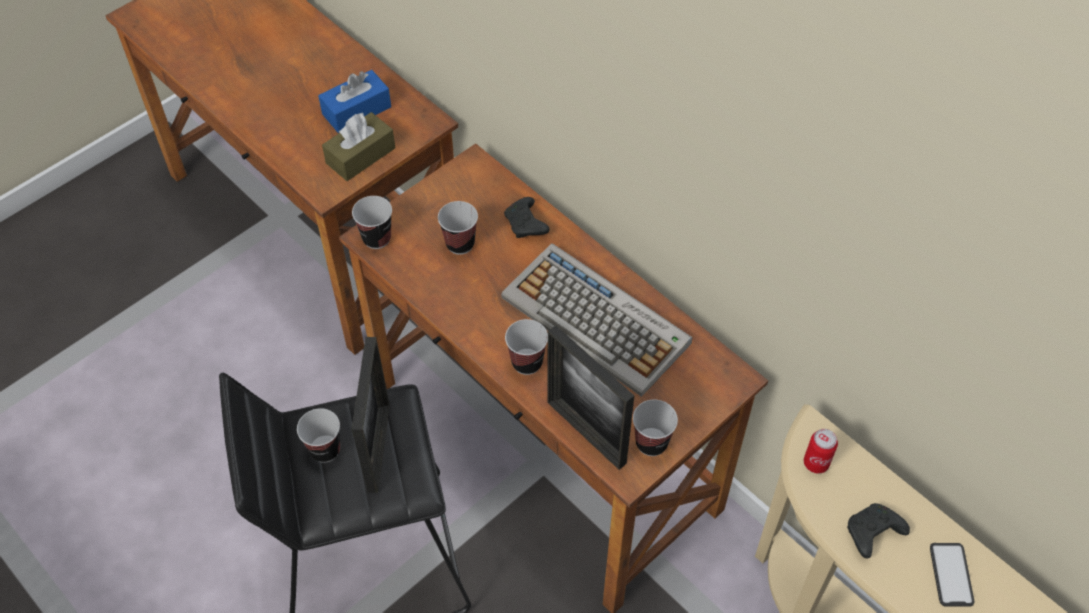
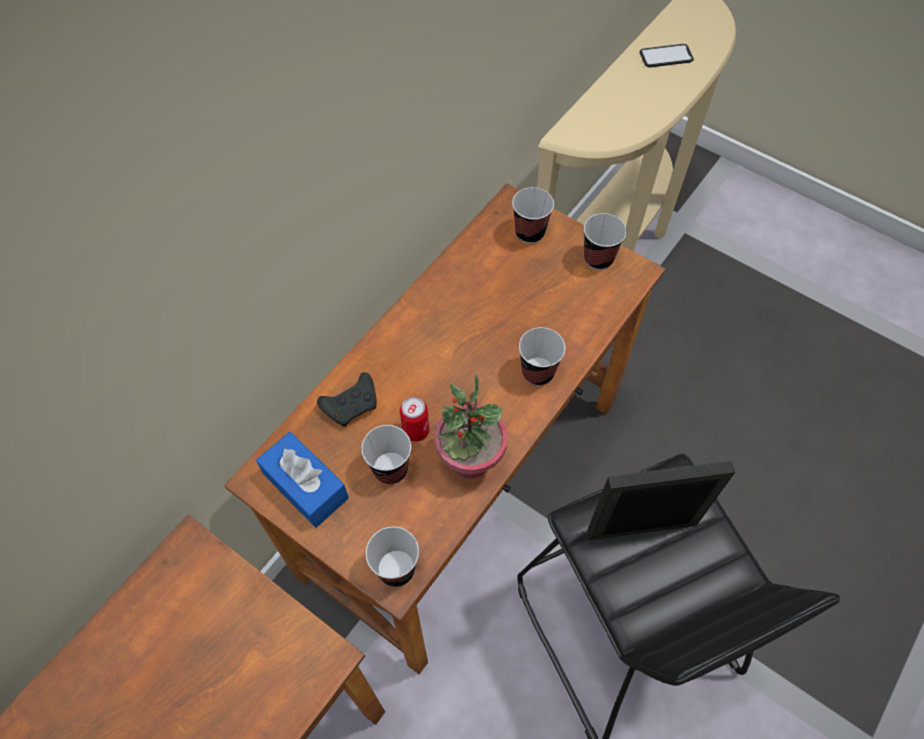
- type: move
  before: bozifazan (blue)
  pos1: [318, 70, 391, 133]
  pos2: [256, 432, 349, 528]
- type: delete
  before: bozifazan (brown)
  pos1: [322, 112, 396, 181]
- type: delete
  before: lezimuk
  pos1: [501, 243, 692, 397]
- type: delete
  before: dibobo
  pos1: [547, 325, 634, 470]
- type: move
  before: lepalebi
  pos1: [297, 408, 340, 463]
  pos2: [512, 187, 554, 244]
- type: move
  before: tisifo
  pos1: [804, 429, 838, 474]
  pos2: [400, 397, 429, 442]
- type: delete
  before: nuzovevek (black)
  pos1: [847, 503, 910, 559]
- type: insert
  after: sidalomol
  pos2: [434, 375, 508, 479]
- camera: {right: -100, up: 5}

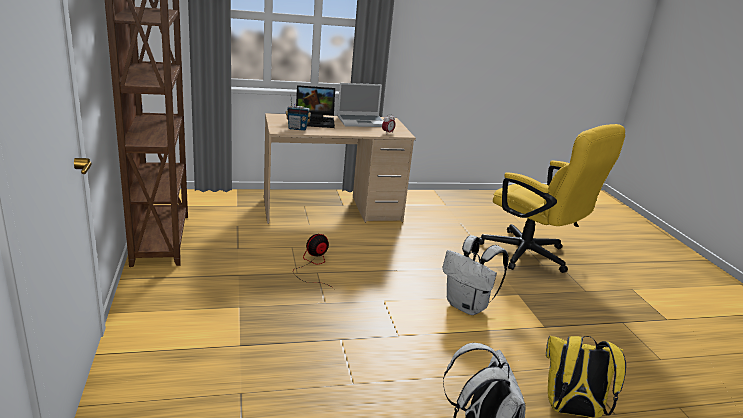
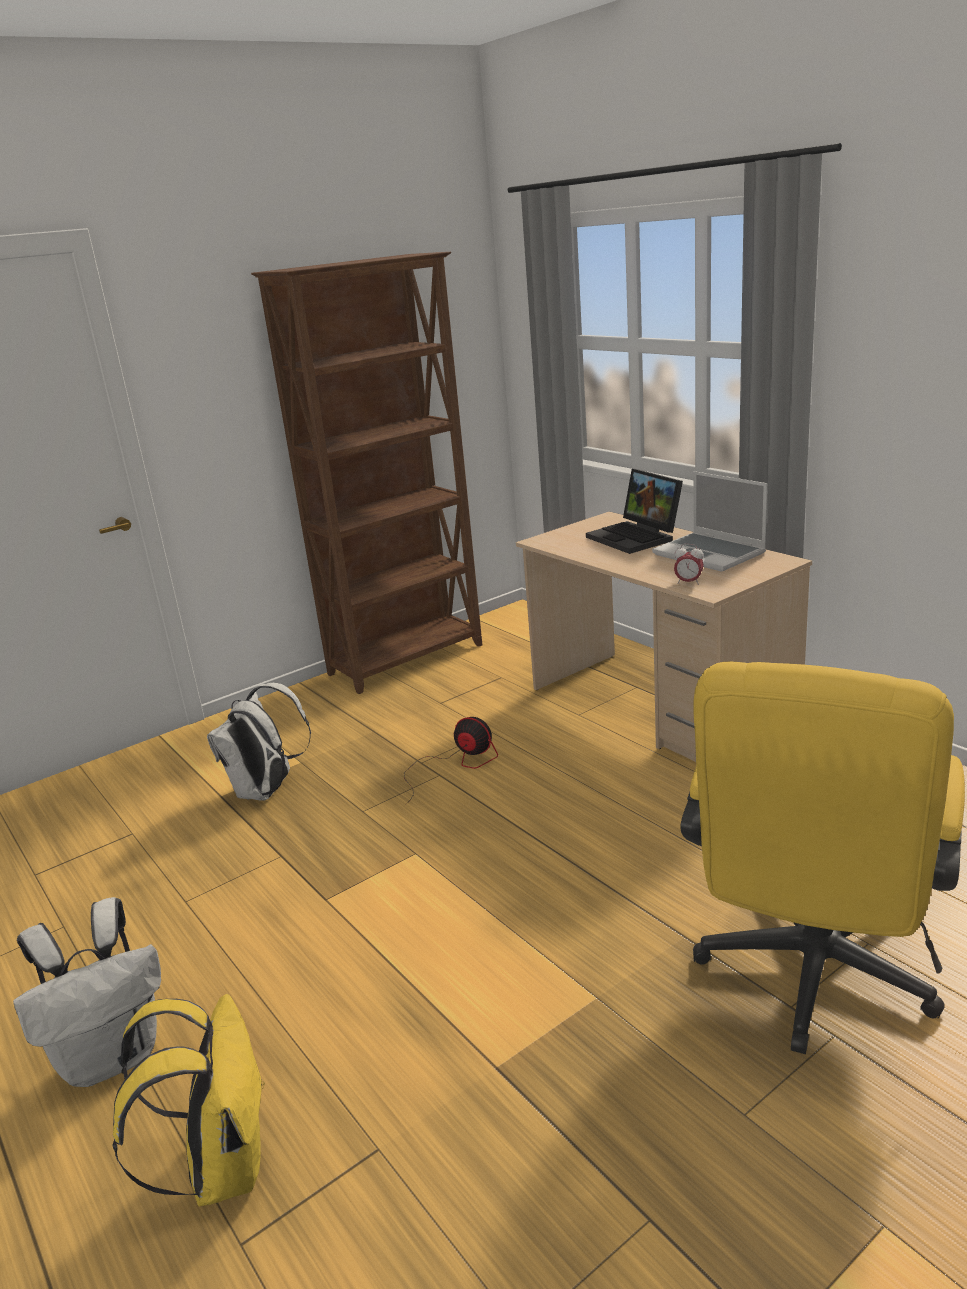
- type: delete
  before: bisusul
  pos1: [285, 95, 311, 131]
- type: move
  before: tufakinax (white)
  pos1: [443, 235, 509, 315]
  pos2: [207, 683, 311, 801]
- camera: {right: 70, up: 0}

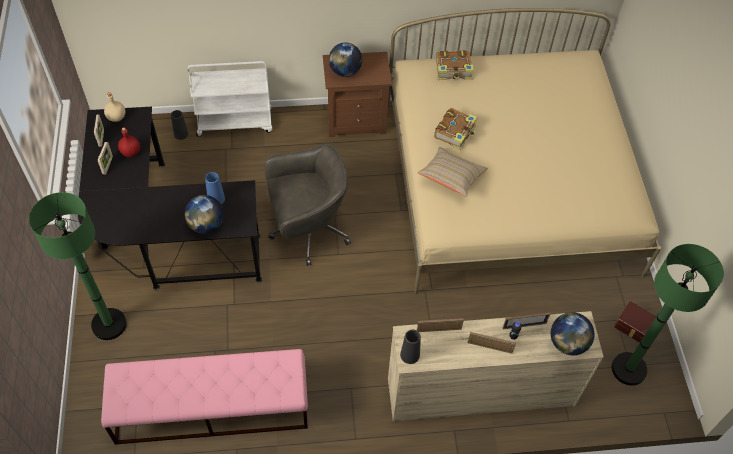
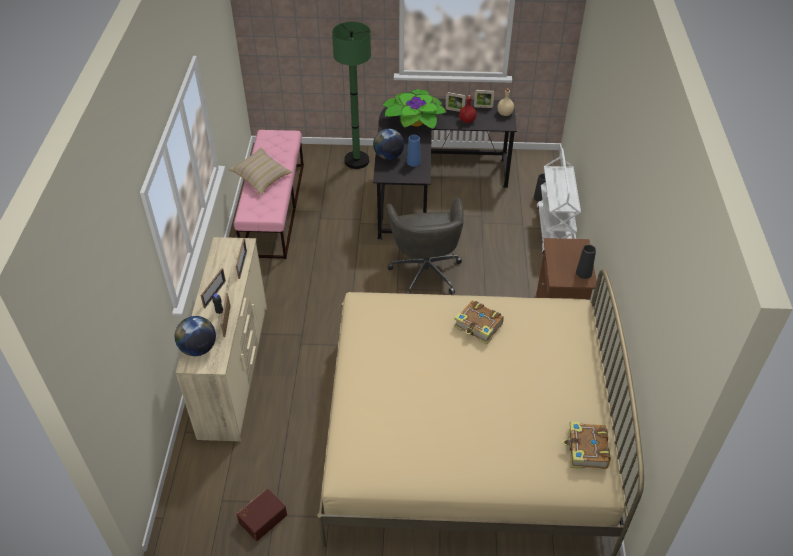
- type: delete
  before: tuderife
  pos1: [329, 43, 362, 77]
- type: move
  before: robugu
  pos1: [436, 50, 474, 80]
  pos2: [563, 421, 611, 469]
- type: move
  before: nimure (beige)
  pos1: [417, 147, 488, 197]
  pos2: [228, 147, 292, 195]
- type: delete
  before: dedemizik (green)
  pos1: [612, 244, 724, 386]
- type: move
  before: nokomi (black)
  pos1: [400, 330, 421, 364]
  pos2: [576, 245, 596, 279]
- type: insert
  after: sidalomol
  pos2: [383, 89, 446, 129]
- camera: {right: 100, up: -10}

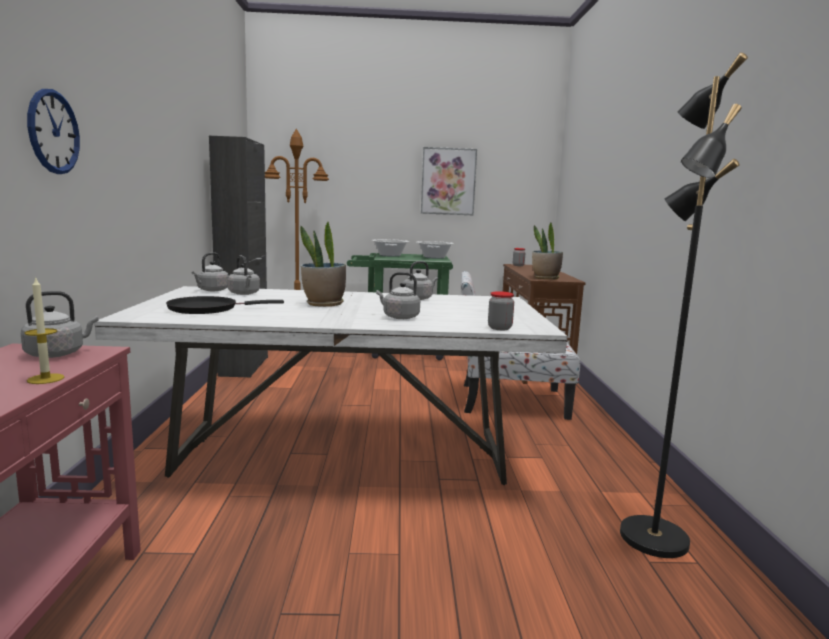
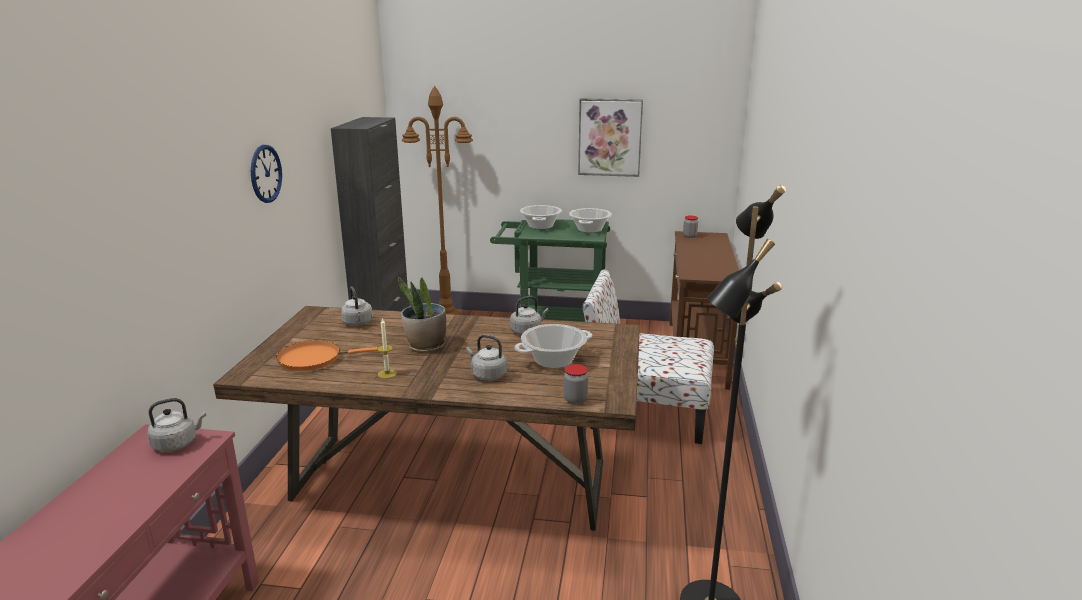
- type: move
  before: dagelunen
  pos1: [27, 89, 80, 174]
  pos2: [251, 145, 282, 203]
- type: delete
  before: sidalomol
  pos1: [532, 223, 563, 280]
- type: delete
  before: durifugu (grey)
  pos1: [192, 252, 229, 291]
- type: move
  before: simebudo
  pos1: [24, 276, 64, 384]
  pos2: [377, 318, 397, 379]
- type: recolor
  before: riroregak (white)
  after: riroregak (brown)
  pos1: [94, 286, 567, 485]
  pos2: [213, 306, 640, 531]
- type: recolor
  before: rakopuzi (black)
  after: rakopuzi (orange)
  pos1: [166, 296, 284, 314]
  pos2: [276, 340, 378, 371]
- type: insert
  after: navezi
  pos2: [514, 324, 592, 368]
- camera: {right: 10, up: 10}

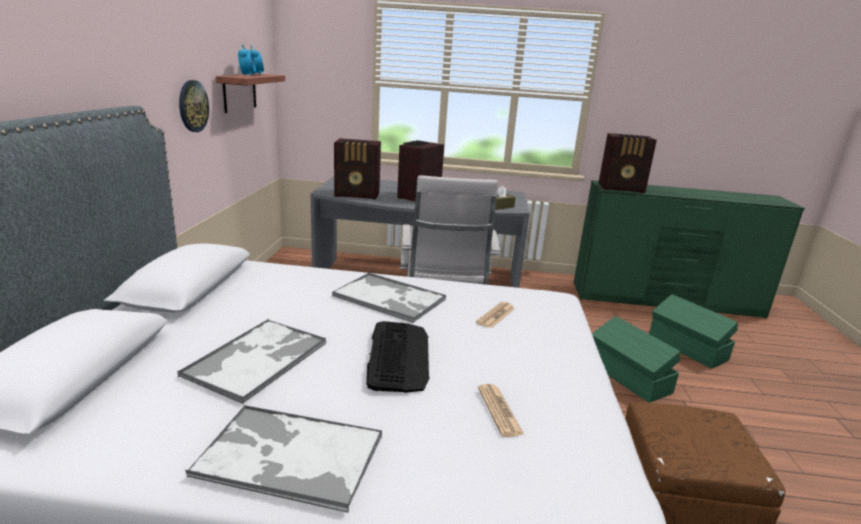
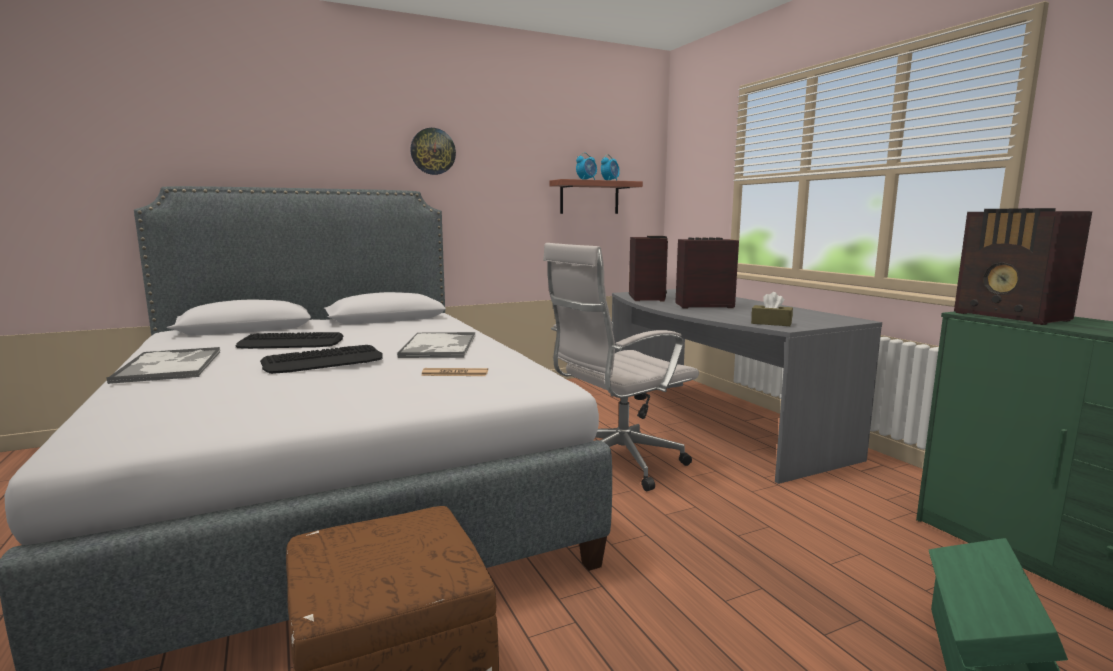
- type: move
  before: dagelunen
  pos1: [179, 80, 209, 132]
  pos2: [410, 128, 456, 175]
- type: rotate
  before: bisusul
  pos1: [334, 138, 381, 200]
  pos2: [629, 236, 668, 301]
  turn: -150
- type: delete
  before: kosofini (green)
  pos1: [592, 316, 681, 403]
- type: replace
  before: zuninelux
  after: lezimuk
  pos1: [177, 319, 327, 404]
  pos2: [236, 332, 344, 349]
- type: delete
  before: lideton
  pos1: [478, 384, 524, 437]
- camera: {right: 60, up: -10}

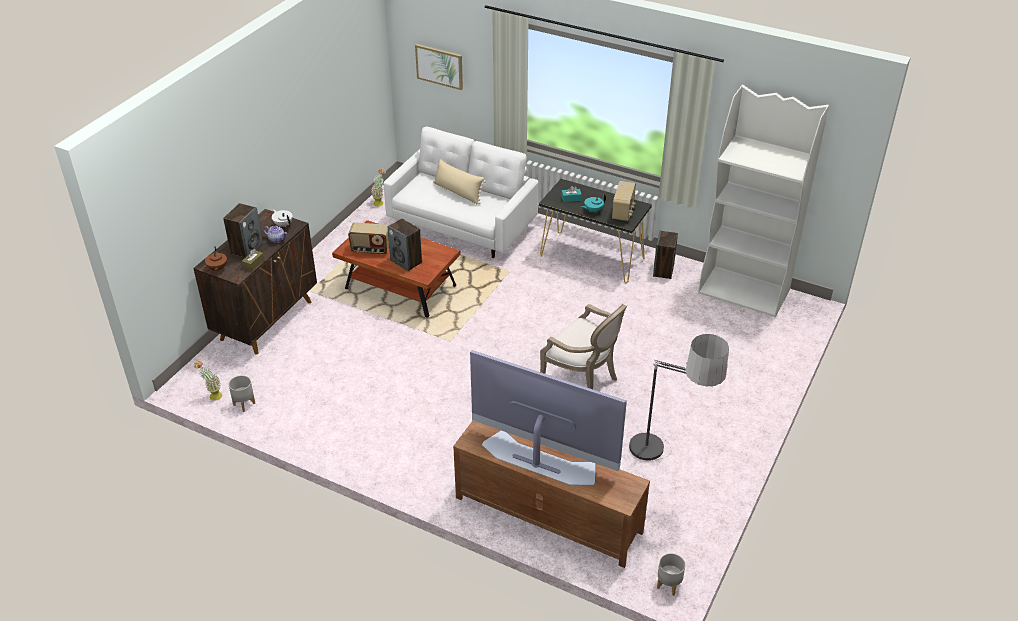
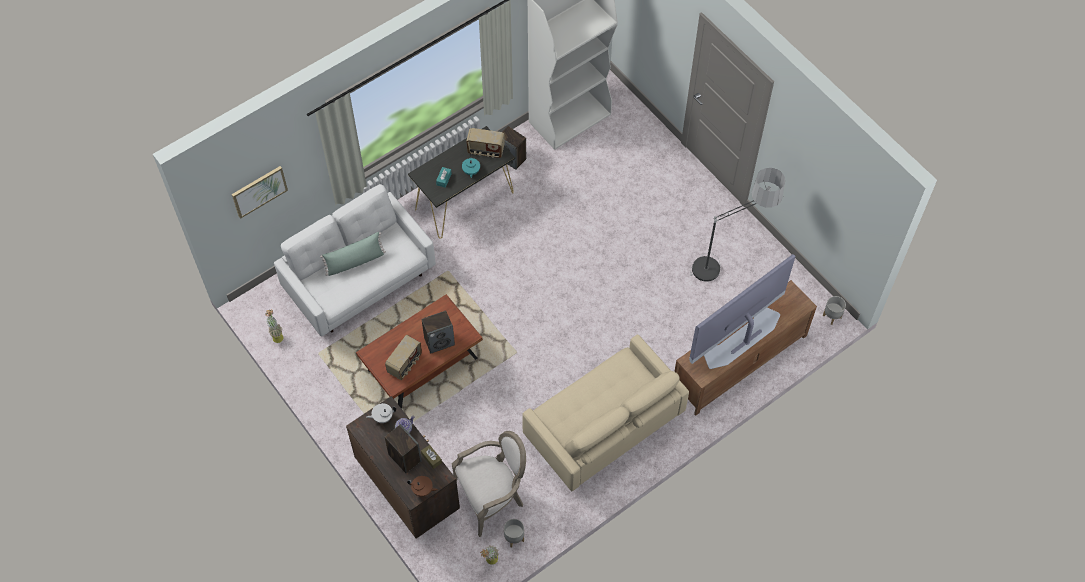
- type: recolor
  before: nimure (beige)
  after: nimure (green)
  pos1: [433, 159, 486, 204]
  pos2: [320, 232, 386, 276]
- type: rotate
  before: bisusul
  pos1: [612, 181, 636, 221]
  pos2: [466, 128, 505, 158]
  turn: 150
- type: move
  before: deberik
  pos1: [540, 304, 627, 390]
  pos2: [452, 431, 526, 537]
- type: insert
  after: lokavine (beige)
  pos2: [522, 335, 689, 491]
- camera: {right: -65, up: 20}

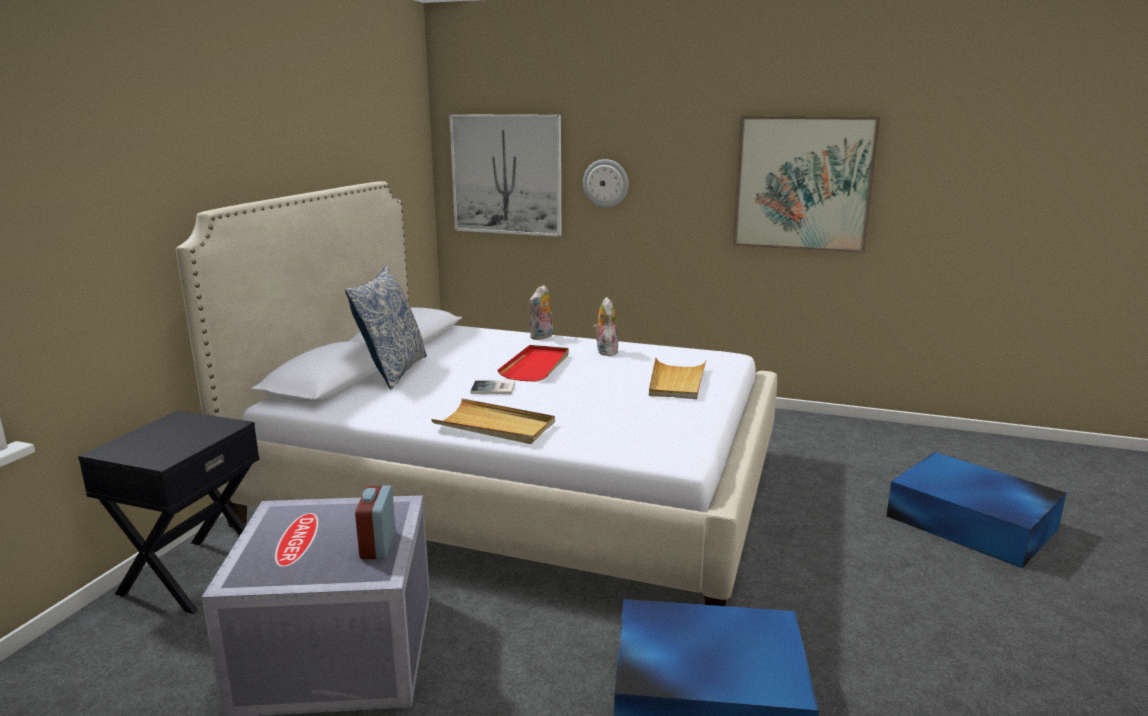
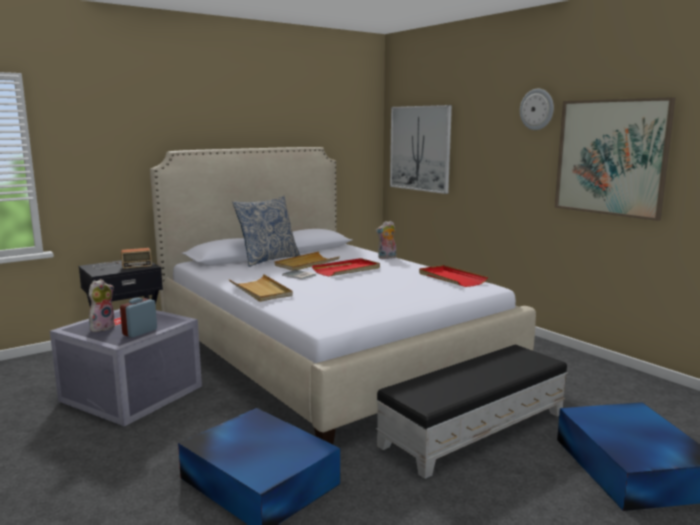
- type: move
  before: dagelunen
  pos1: [583, 159, 628, 207]
  pos2: [520, 89, 554, 130]
- type: move
  before: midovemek
  pos1: [593, 297, 618, 356]
  pos2: [89, 279, 115, 332]
- type: move
  before: zuninelux (beige)
  pos1: [649, 357, 706, 399]
  pos2: [274, 252, 340, 271]
- type: insert
  after: bisusul
  pos2: [93, 248, 152, 269]
- type: insert
  after: zuninelux (red)
  pos2: [419, 265, 488, 287]
- type: insert
  after: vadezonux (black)
  pos2: [376, 345, 568, 479]
- camera: {right: 35, up: -5}

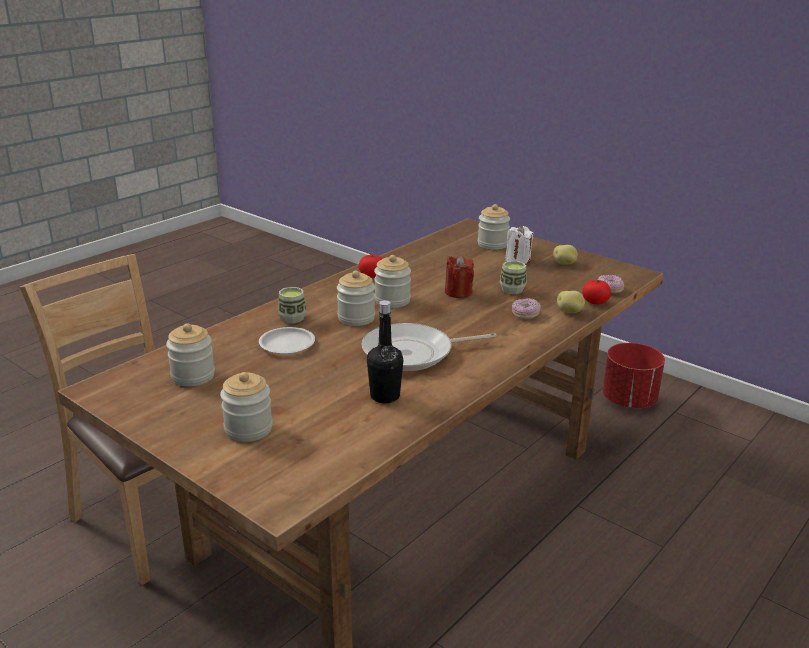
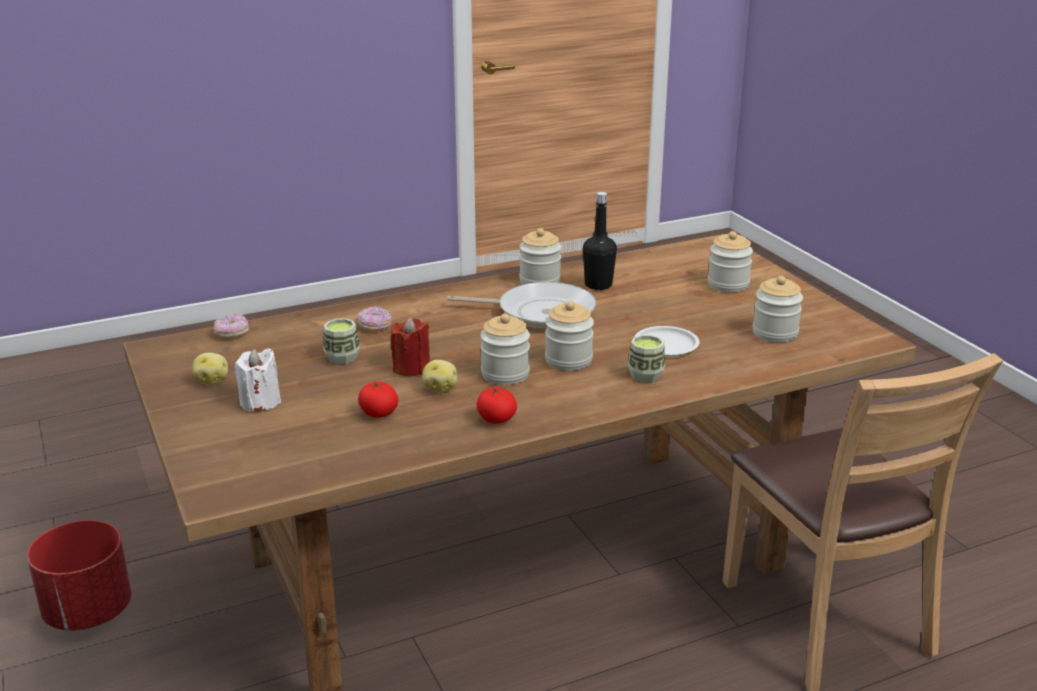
- type: move
  before: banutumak
  pos1: [478, 204, 510, 250]
  pos2: [519, 228, 561, 285]
- type: move
  before: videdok
  pos1: [582, 280, 611, 304]
  pos2: [358, 381, 398, 418]
- type: move
  before: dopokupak
  pos1: [557, 291, 585, 313]
  pos2: [422, 360, 457, 393]
- camera: {right: -155, up: 0}

